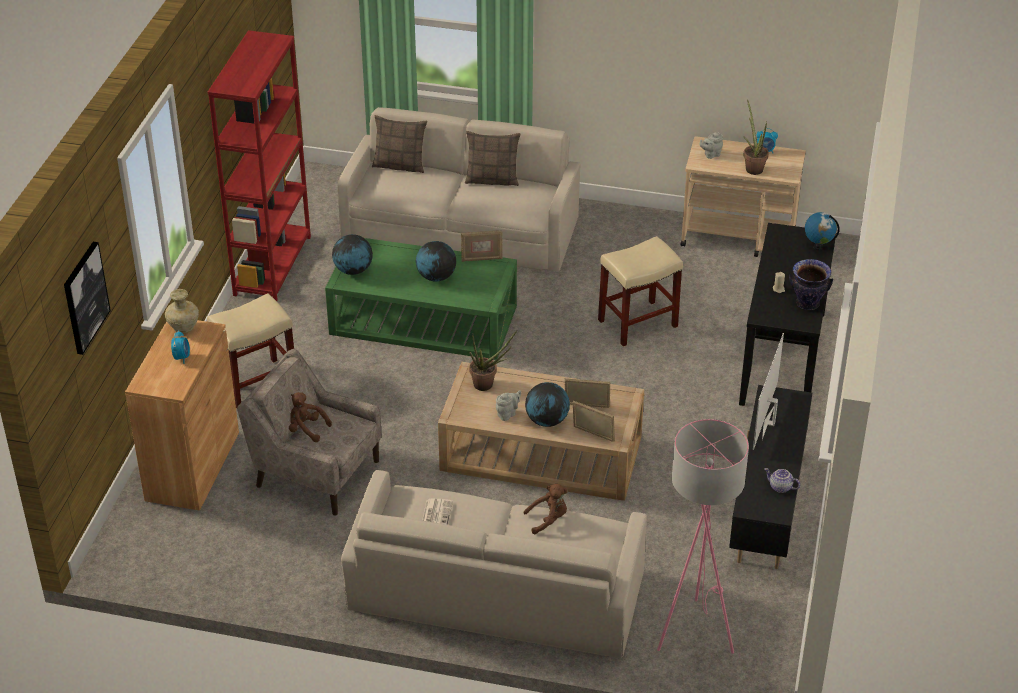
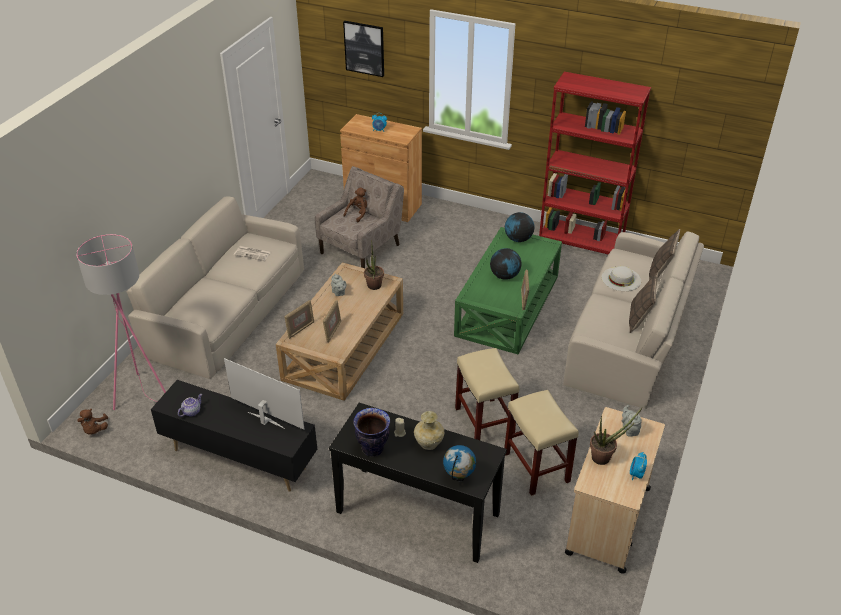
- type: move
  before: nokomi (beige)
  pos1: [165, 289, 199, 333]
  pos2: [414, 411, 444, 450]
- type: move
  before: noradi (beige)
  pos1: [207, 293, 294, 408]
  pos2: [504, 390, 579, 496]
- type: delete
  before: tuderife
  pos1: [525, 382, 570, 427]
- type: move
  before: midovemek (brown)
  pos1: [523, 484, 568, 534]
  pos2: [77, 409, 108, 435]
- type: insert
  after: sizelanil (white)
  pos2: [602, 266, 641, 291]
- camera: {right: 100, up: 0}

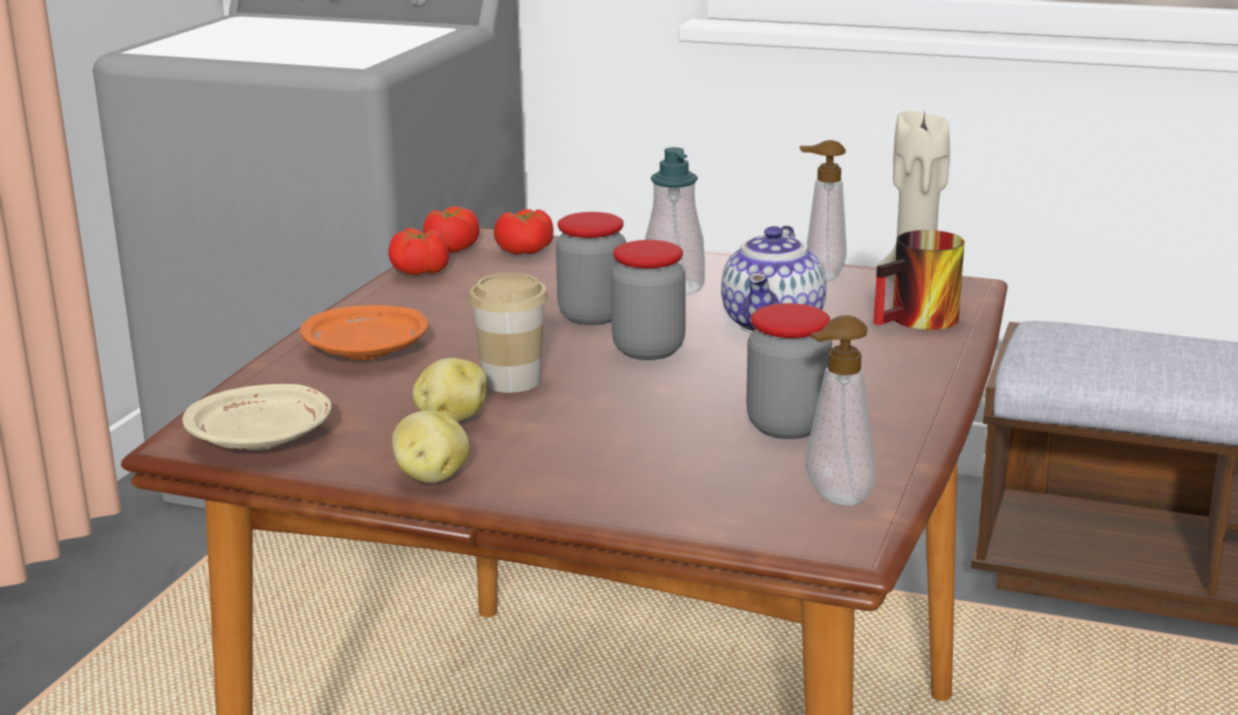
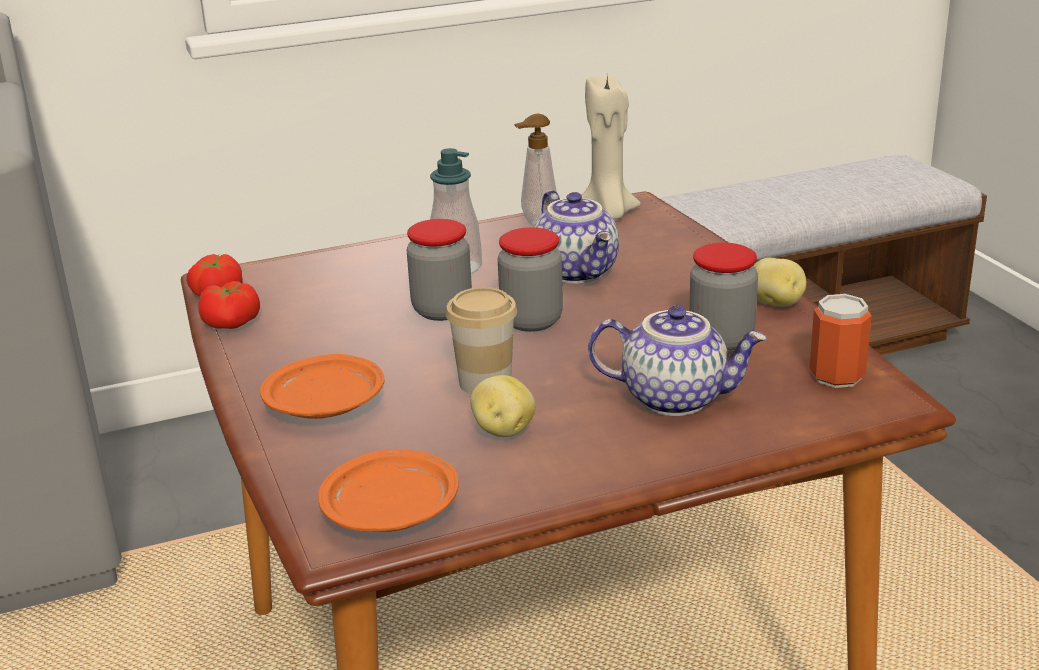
- type: delete
  before: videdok
  pos1: [494, 209, 553, 255]
- type: delete
  before: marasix
  pos1: [873, 230, 965, 330]
- type: replace
  before: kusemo
  after: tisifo
  pos1: [805, 315, 875, 506]
  pos2: [809, 294, 872, 388]
- type: recolor
  before: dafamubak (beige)
  after: dafamubak (orange)
  pos1: [183, 384, 331, 450]
  pos2: [318, 450, 459, 532]
- type: move
  before: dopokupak
  pos1: [392, 410, 470, 483]
  pos2: [754, 258, 806, 307]
- type: insert
  after: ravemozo
  pos2: [588, 305, 767, 416]
- camera: {right: -40, up: 5}

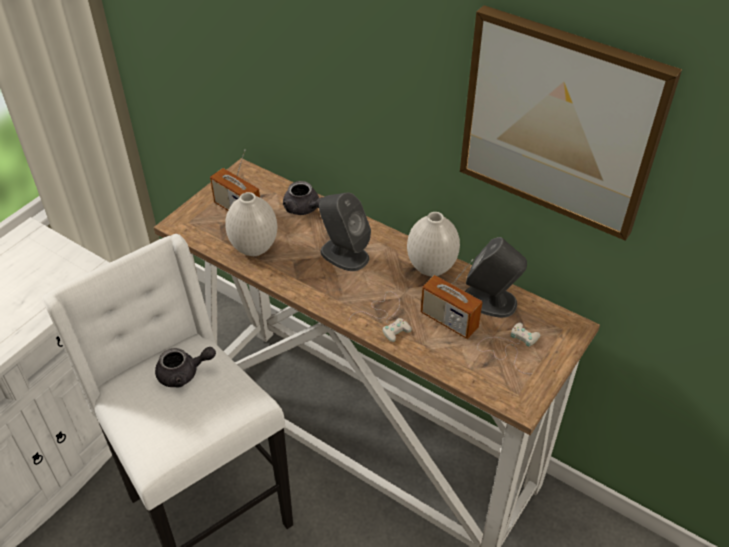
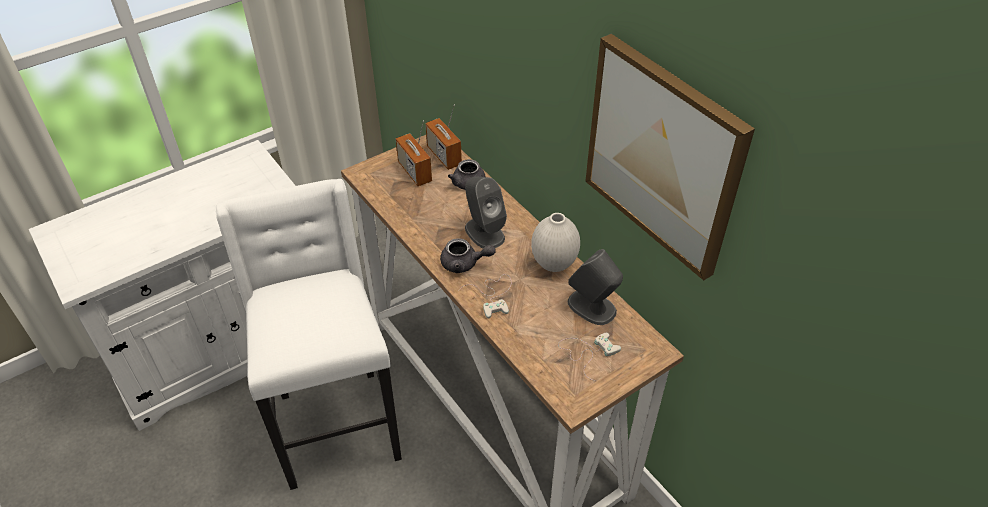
- type: delete
  before: nokomi (white)
  pos1: [225, 192, 277, 256]
- type: move
  before: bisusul
  pos1: [421, 259, 483, 339]
  pos2: [425, 105, 462, 170]
- type: move
  before: ravemozo (grey)
  pos1: [155, 347, 216, 388]
  pos2: [440, 238, 496, 273]
- camera: {right: 20, up: 0}

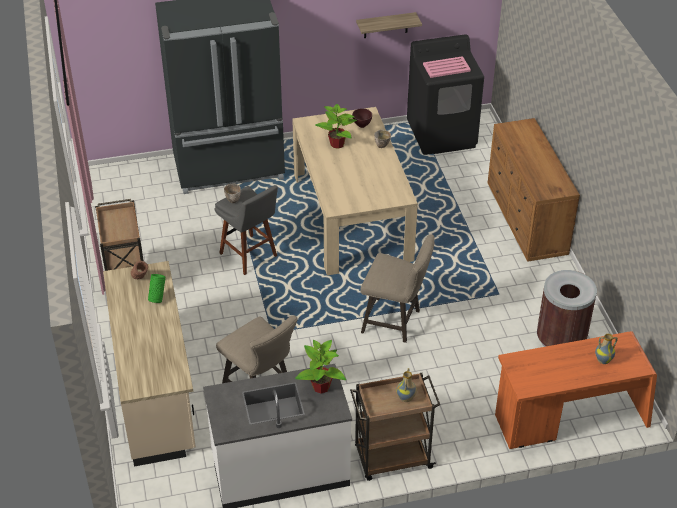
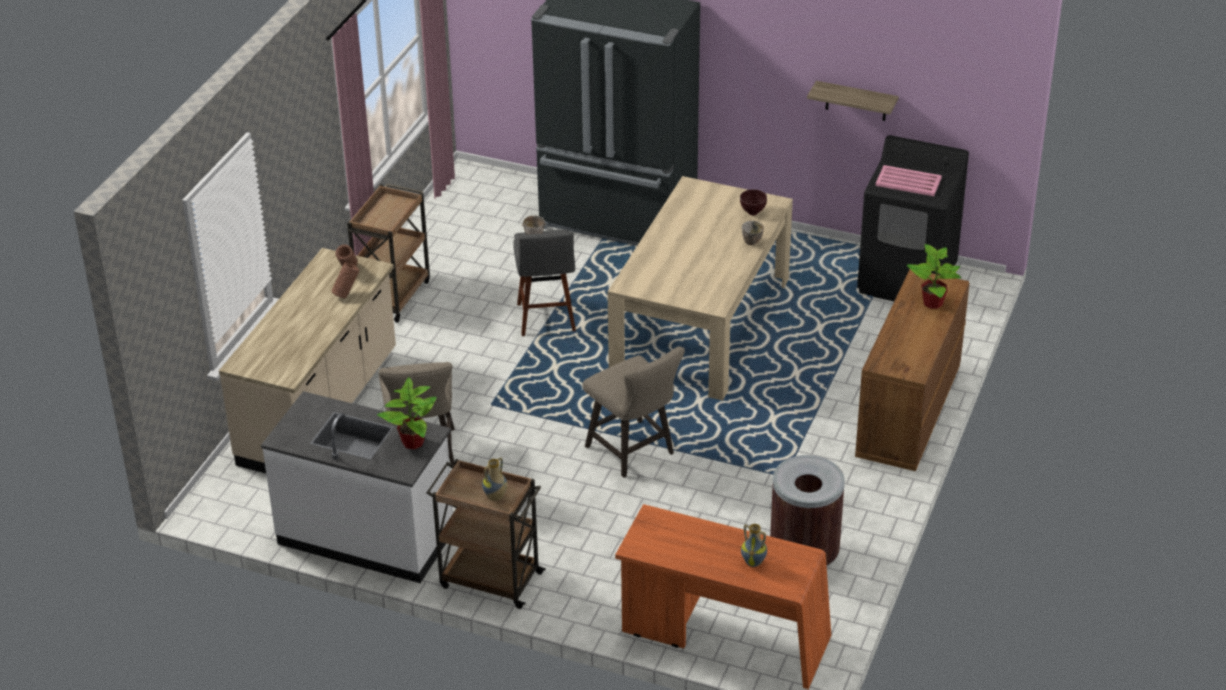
- type: move
  before: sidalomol
  pos1: [315, 104, 357, 149]
  pos2: [907, 244, 961, 309]
- type: recolor
  before: nokomi (green)
  after: nokomi (brown)
  pos1: [148, 274, 166, 303]
  pos2: [332, 263, 359, 298]
- camera: {right: 35, up: -5}

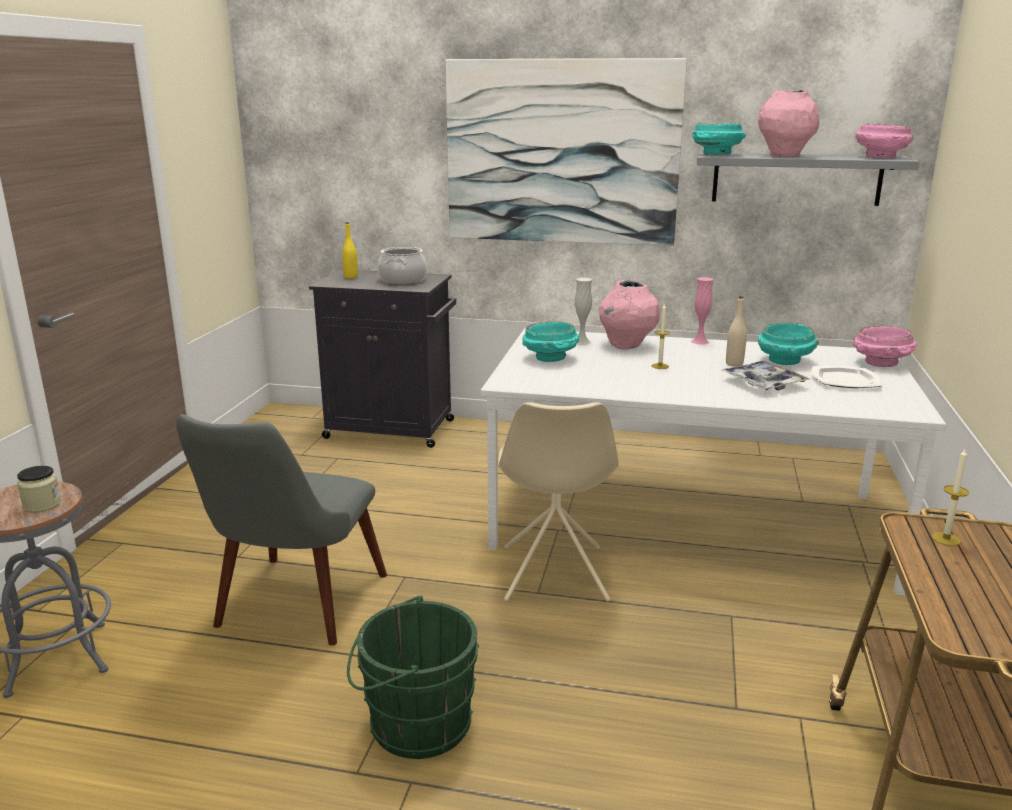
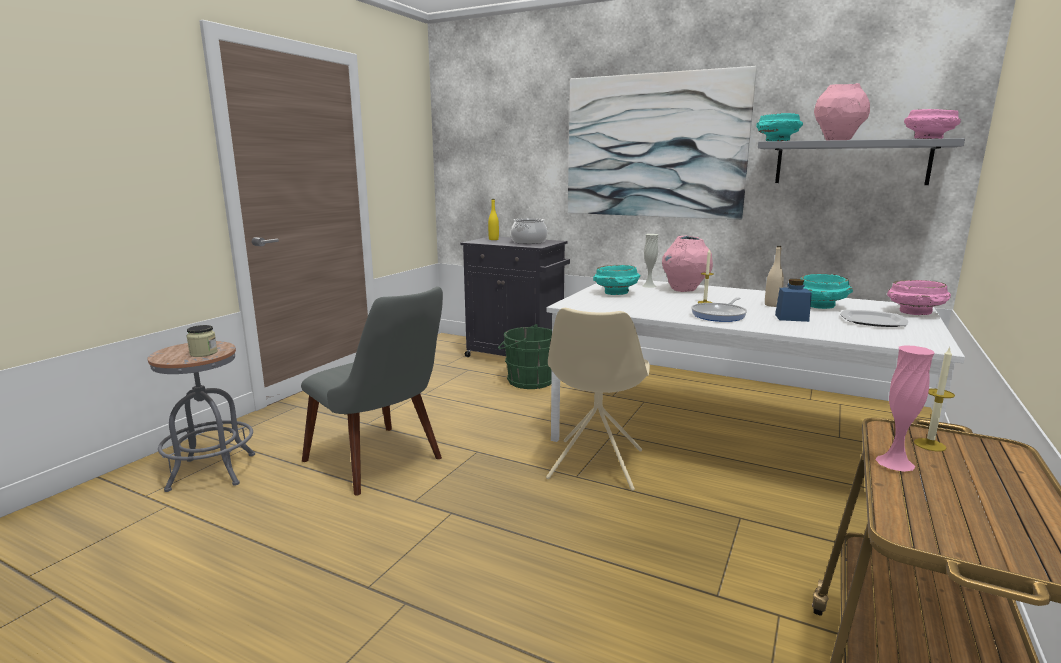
- type: move
  before: nokomi (pink)
  pos1: [691, 277, 713, 345]
  pos2: [875, 345, 935, 472]
- type: replace
  before: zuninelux
  after: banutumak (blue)
  pos1: [722, 361, 810, 391]
  pos2: [775, 279, 812, 322]
- type: rotate
  before: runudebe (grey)
  pos1: [176, 414, 387, 646]
  pos2: [301, 287, 443, 496]
  turn: -75
- type: move
  before: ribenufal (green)
  pos1: [347, 596, 479, 759]
  pos2: [498, 324, 552, 389]
- type: insert
  after: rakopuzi
  pos2: [691, 297, 747, 322]
- camera: {right: 15, up: -5}

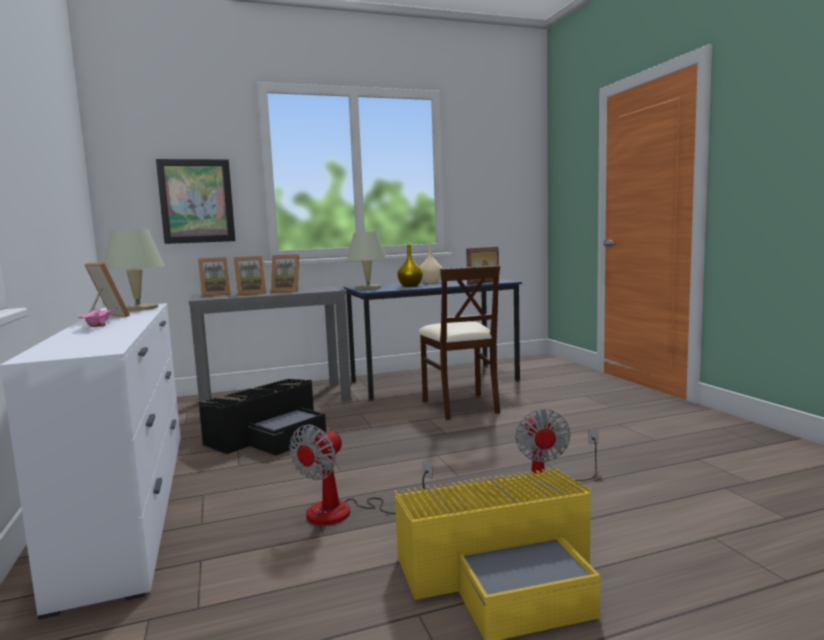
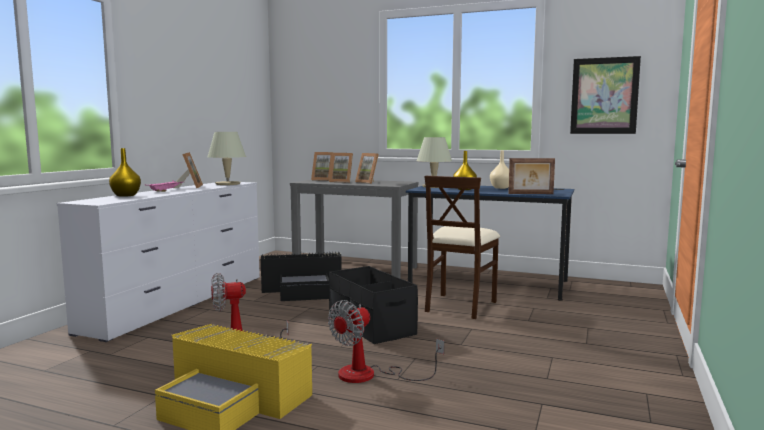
- type: move
  before: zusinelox
  pos1: [156, 159, 235, 244]
  pos2: [570, 56, 641, 134]
- type: insert
  after: nokomi (yellow)
  pos2: [109, 148, 141, 197]
- type: insert
  after: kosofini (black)
  pos2: [329, 266, 418, 344]
- camera: {right: 40, up: 0}

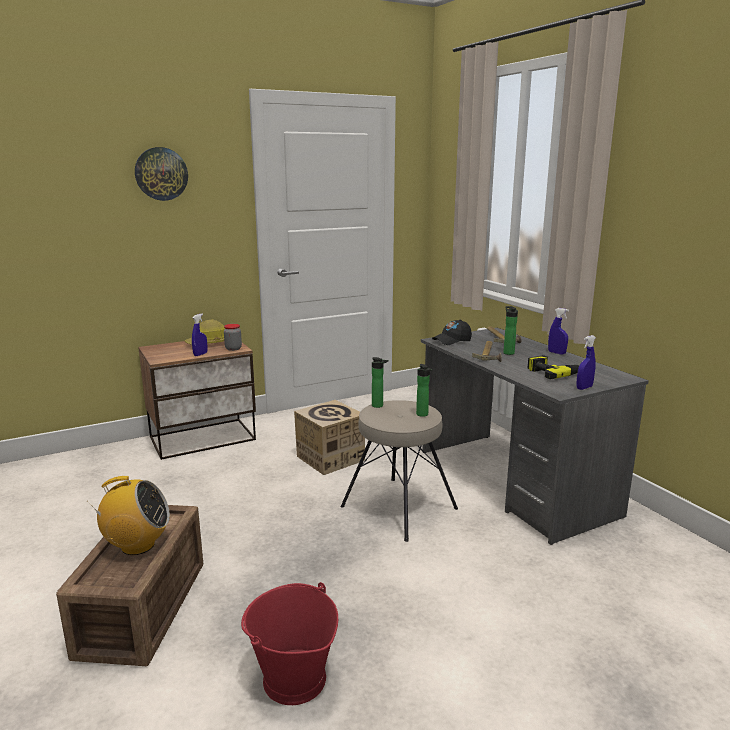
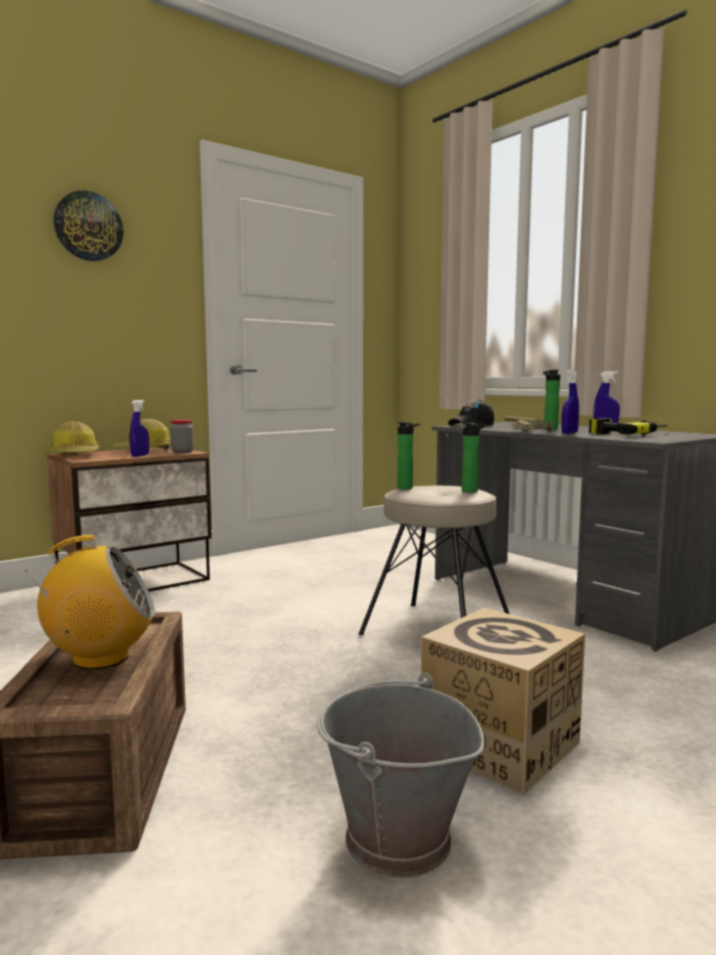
- type: move
  before: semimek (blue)
  pos1: [576, 335, 596, 390]
  pos2: [561, 370, 579, 434]
- type: move
  before: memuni
  pos1: [294, 400, 365, 475]
  pos2: [421, 608, 585, 794]
- type: recolor
  before: ribenufal (red)
  after: ribenufal (grey)
  pos1: [241, 582, 338, 705]
  pos2: [317, 673, 485, 878]
- type: insert
  after: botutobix
  pos2: [49, 421, 99, 453]
- camera: {right: -10, up: -10}

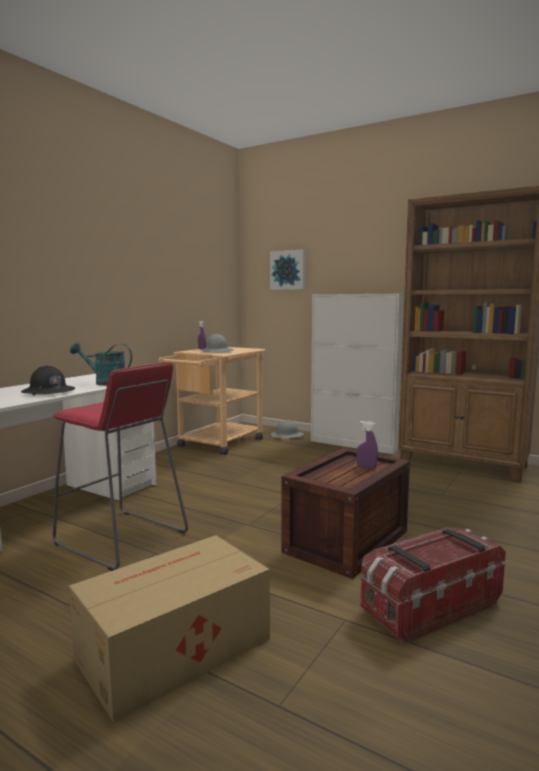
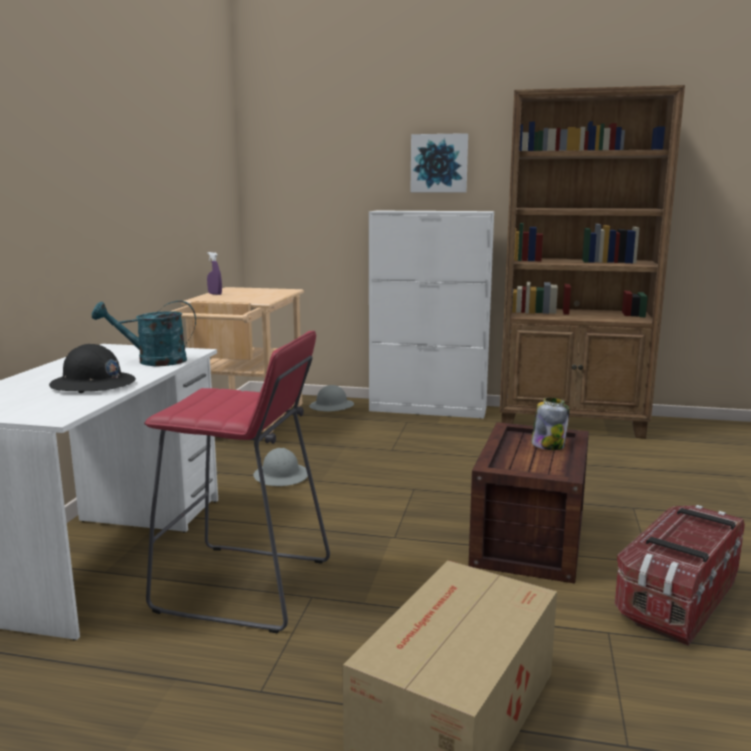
- type: move
  before: zusinelox
  pos1: [270, 249, 306, 290]
  pos2: [411, 133, 468, 192]
- type: move
  before: botutobix (grey)
  pos1: [200, 334, 234, 352]
  pos2: [253, 448, 308, 486]
- type: replace
  before: semimek (purple)
  after: banutumak
  pos1: [356, 421, 378, 469]
  pos2: [531, 398, 570, 450]
- camera: {right: -20, up: 5}

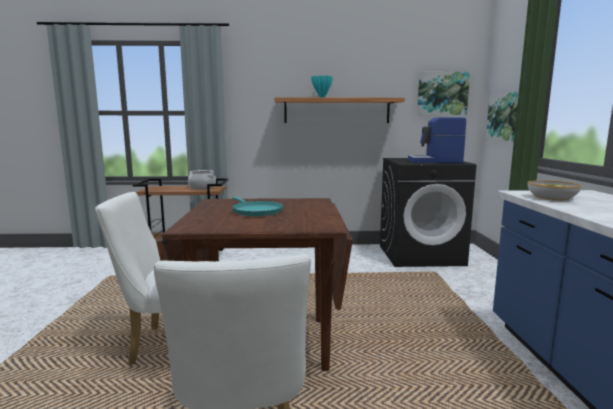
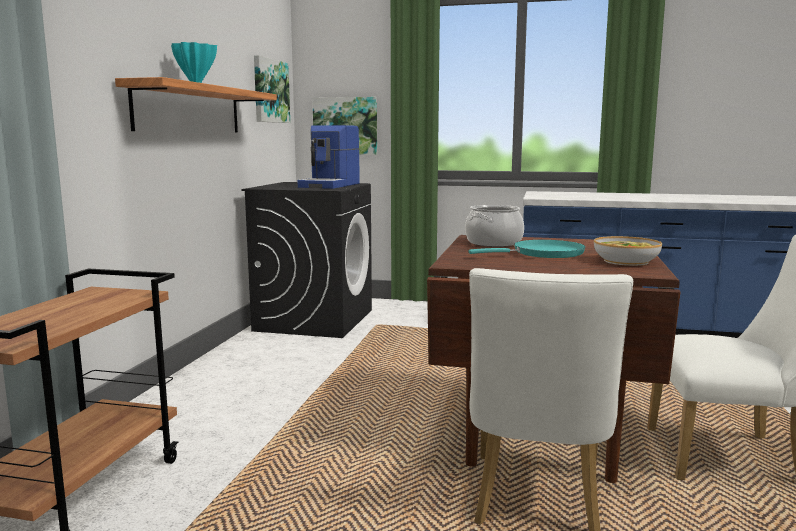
- type: move
  before: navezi
  pos1: [188, 170, 216, 189]
  pos2: [465, 205, 524, 247]
- type: move
  before: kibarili
  pos1: [528, 180, 581, 201]
  pos2: [594, 236, 662, 266]
- camera: {right: -75, up: 0}

